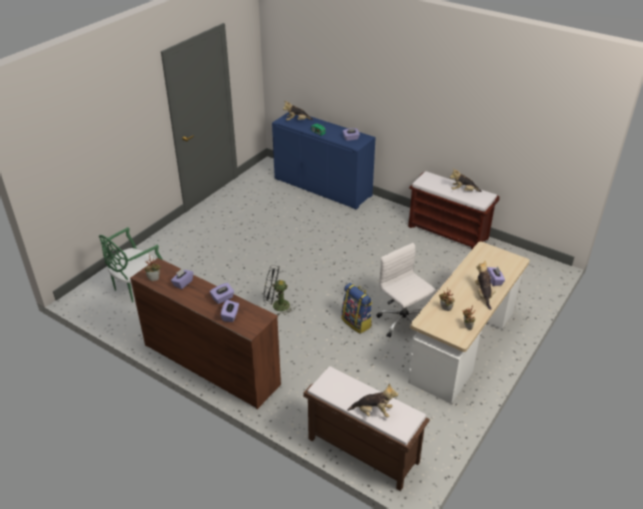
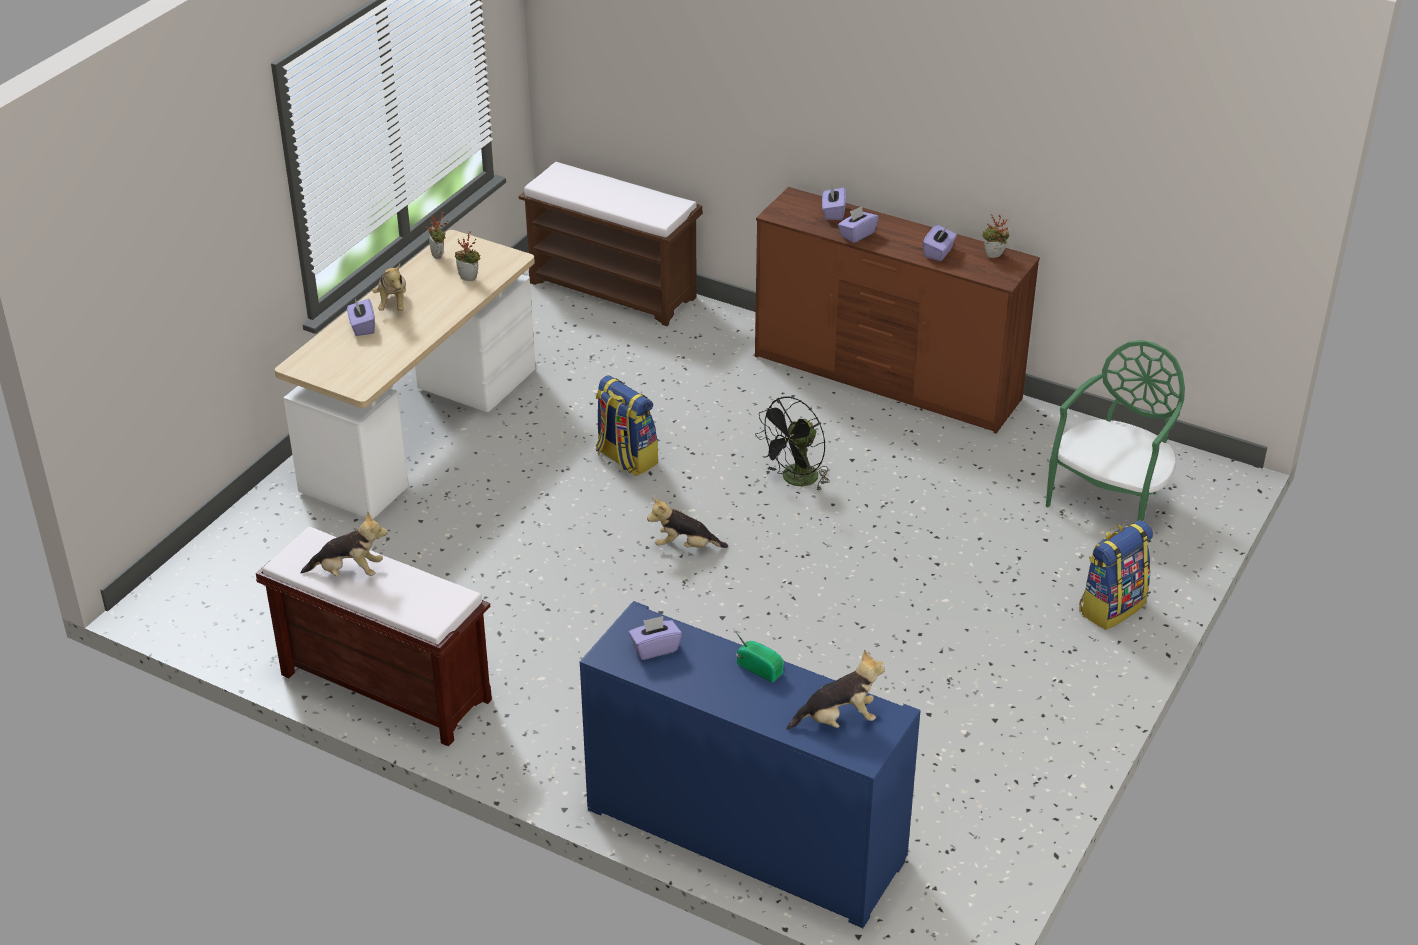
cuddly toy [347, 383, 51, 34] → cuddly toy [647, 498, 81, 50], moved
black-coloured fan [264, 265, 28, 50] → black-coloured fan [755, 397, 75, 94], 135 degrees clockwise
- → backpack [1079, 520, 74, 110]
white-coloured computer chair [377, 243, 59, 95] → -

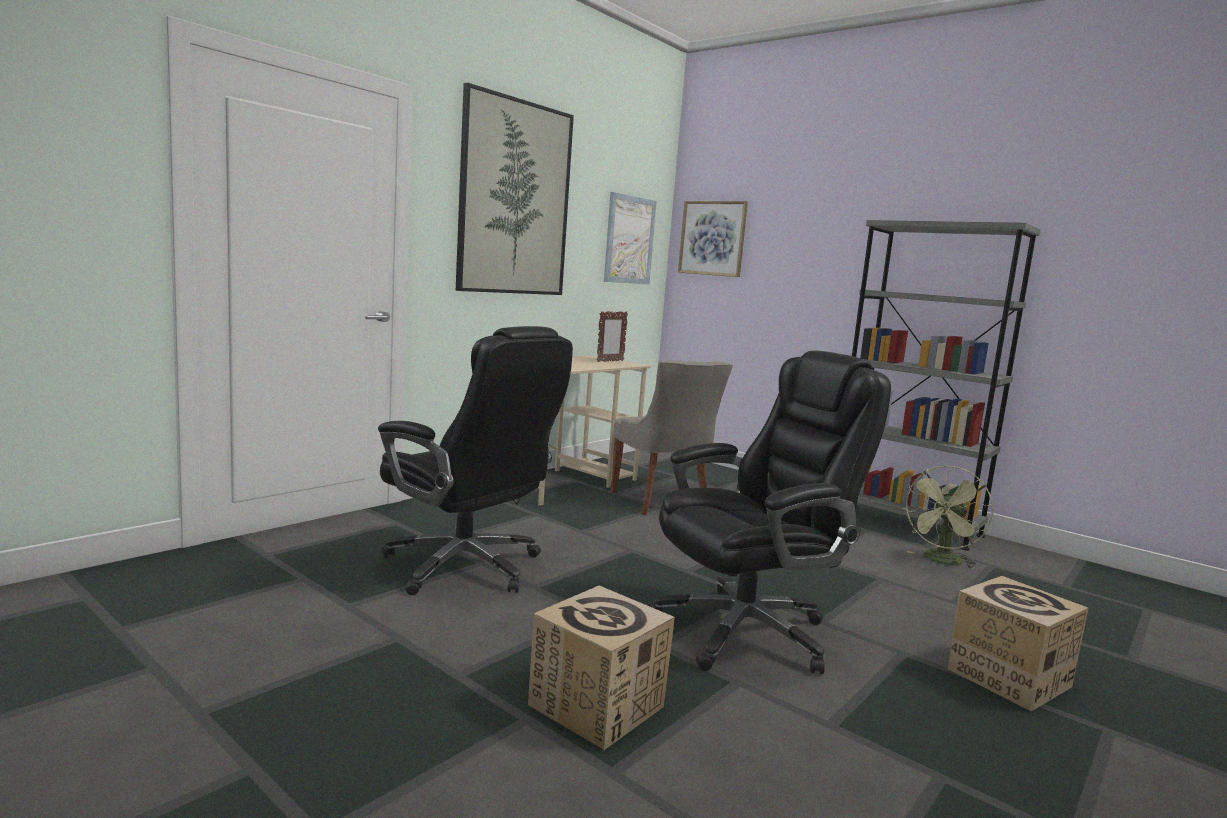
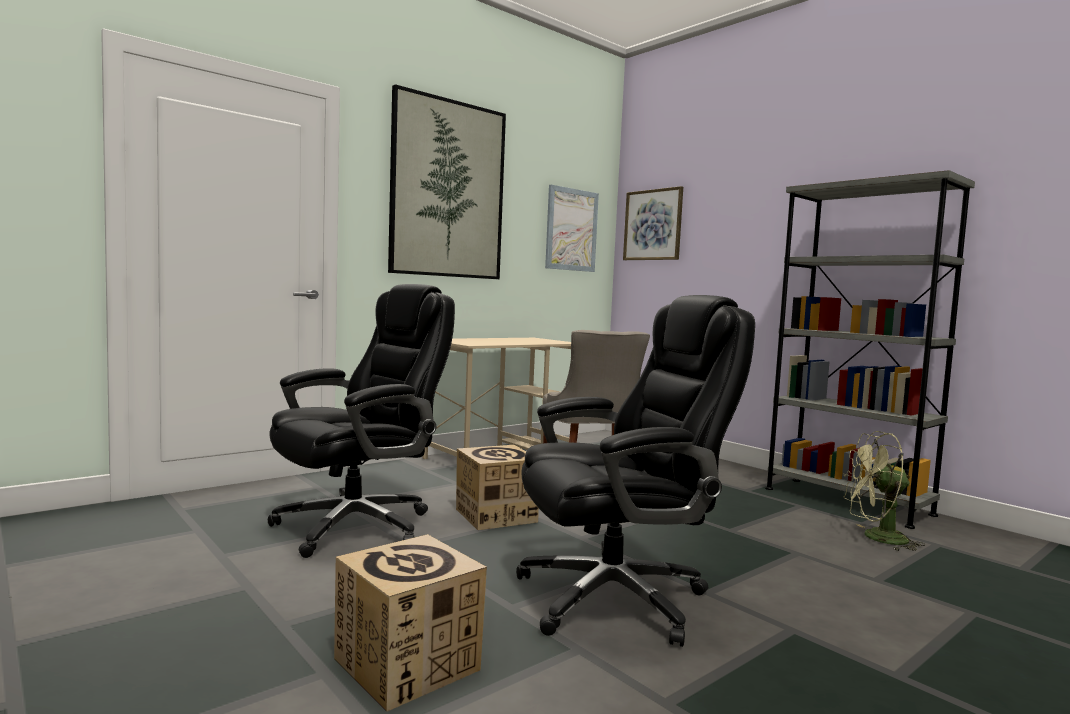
black-coloured computer chair [378, 326, 195, 269] → black-coloured computer chair [268, 284, 187, 274], 90 degrees counterclockwise
packing box [948, 576, 140, 135] → packing box [456, 445, 83, 85], moved
green fan [902, 466, 92, 103] → green fan [843, 431, 82, 120], 45 degrees clockwise
picture frame [597, 311, 31, 51] → -

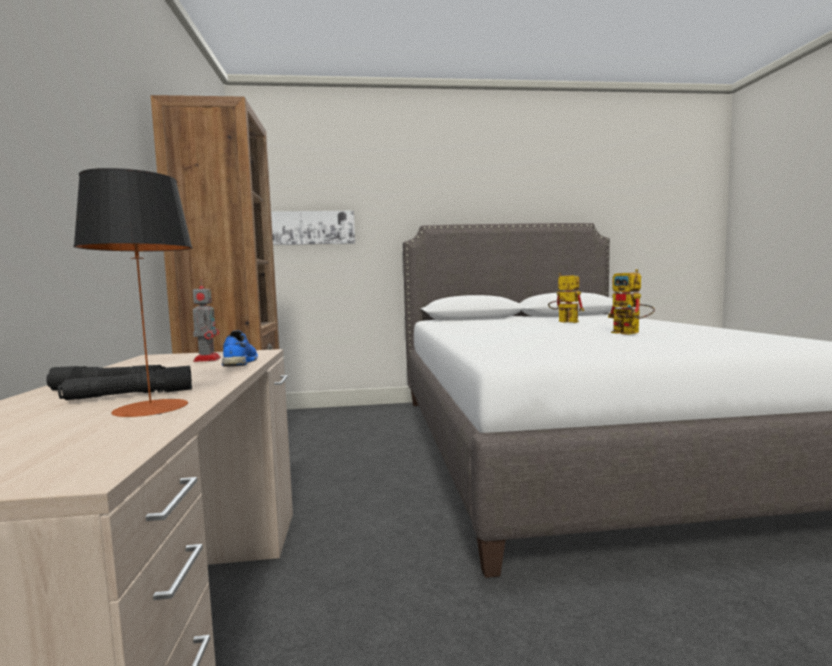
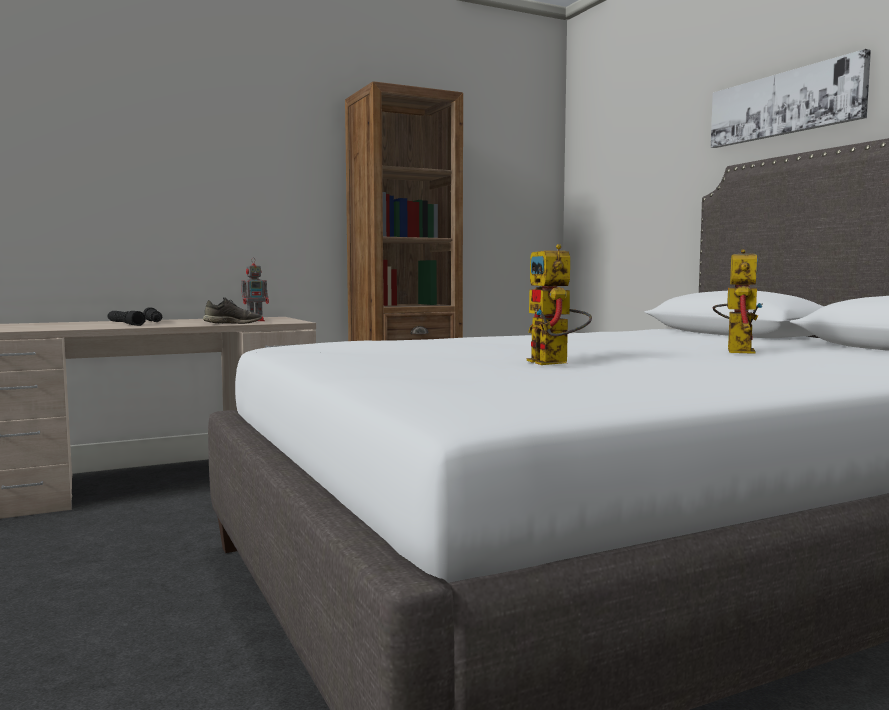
bluish shoe [222, 330, 36, 37] → greyish shoe [203, 297, 59, 27]
model robot [608, 269, 47, 66] → model robot [527, 244, 65, 121], 60 degrees counterclockwise
picture [271, 211, 84, 34] → picture [711, 49, 160, 99], moved
lamp for a table [73, 168, 120, 249] → -

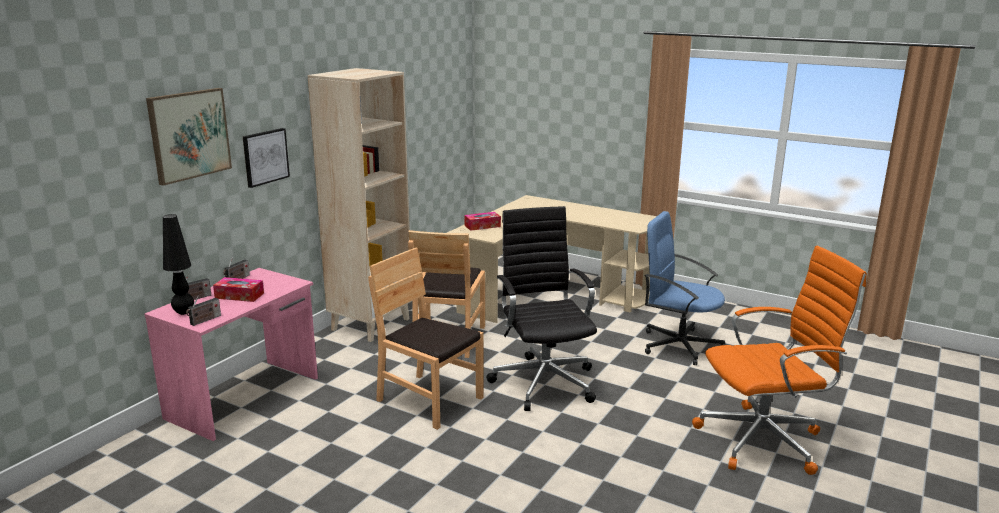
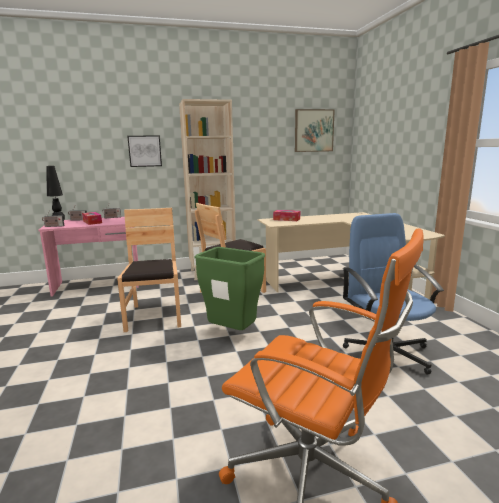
black-coloured computer chair [486, 206, 111, 205] → green rubbish bin [194, 247, 71, 83]
picture [146, 88, 86, 98] → picture [295, 109, 40, 43], moved

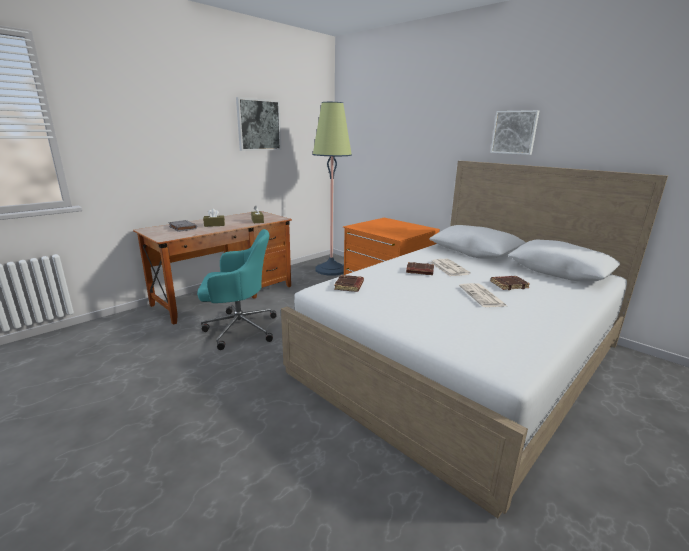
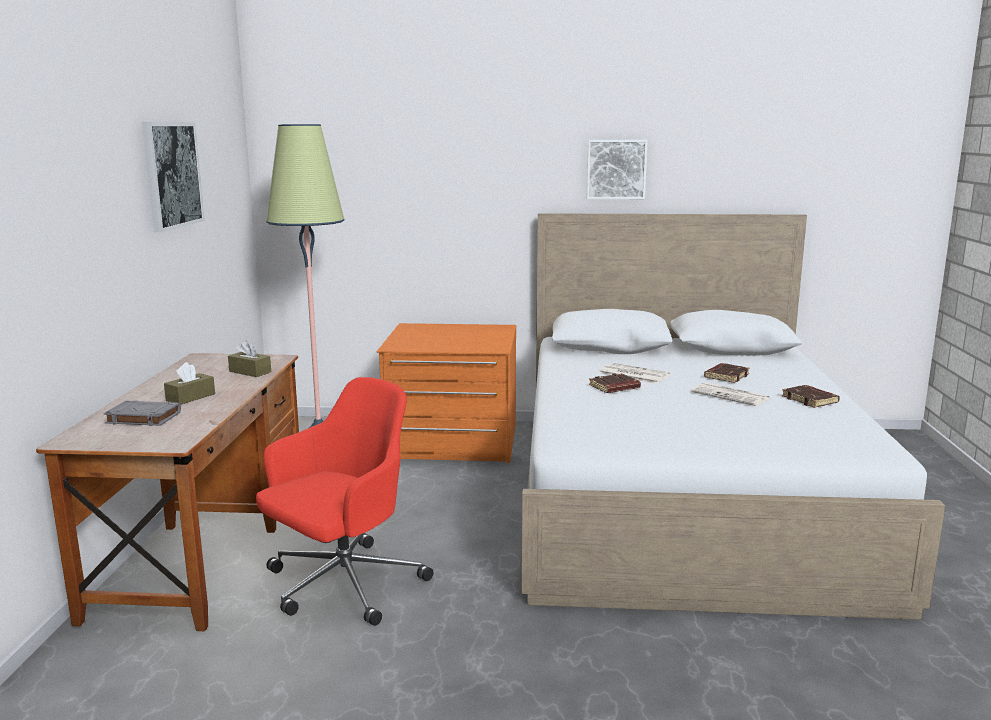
blue-green computer chair [197, 229, 80, 121] → red-coloured computer chair [256, 377, 178, 249]
brown-coloured bound book [334, 275, 30, 17] → brown-coloured bound book [782, 385, 58, 23], moved

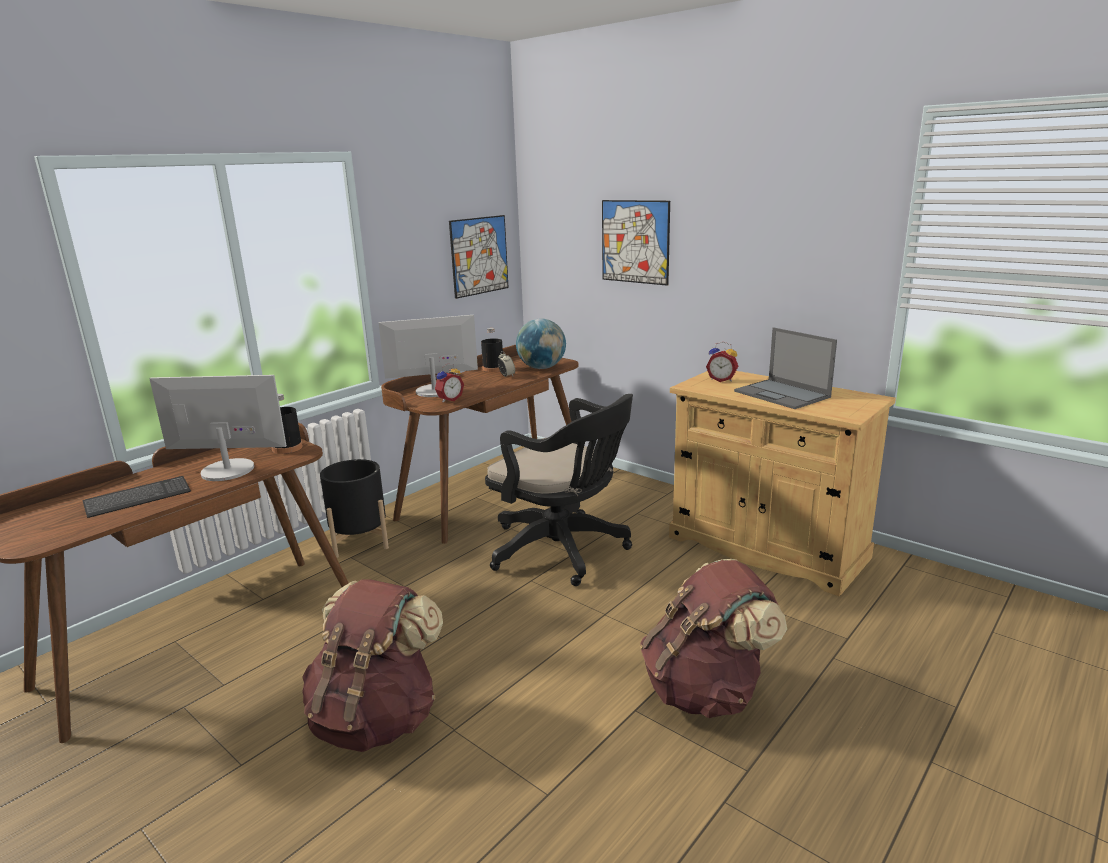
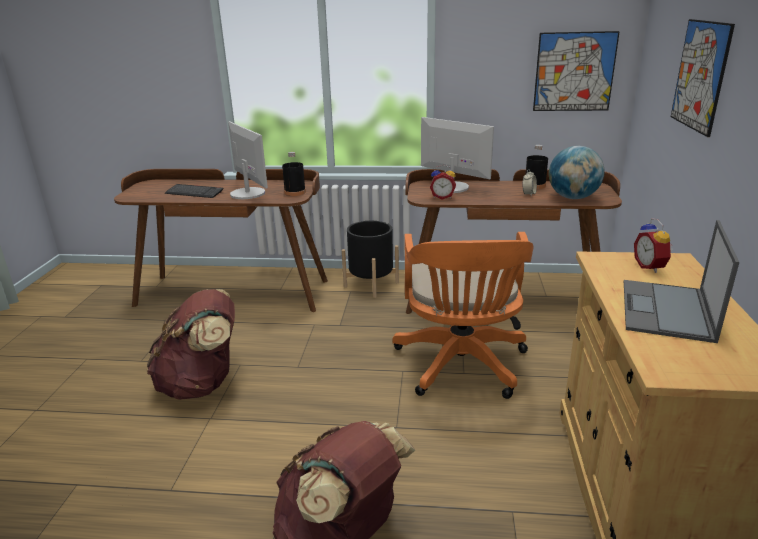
black-coloured computer chair [485, 394, 148, 192] → orange computer chair [392, 232, 141, 167]

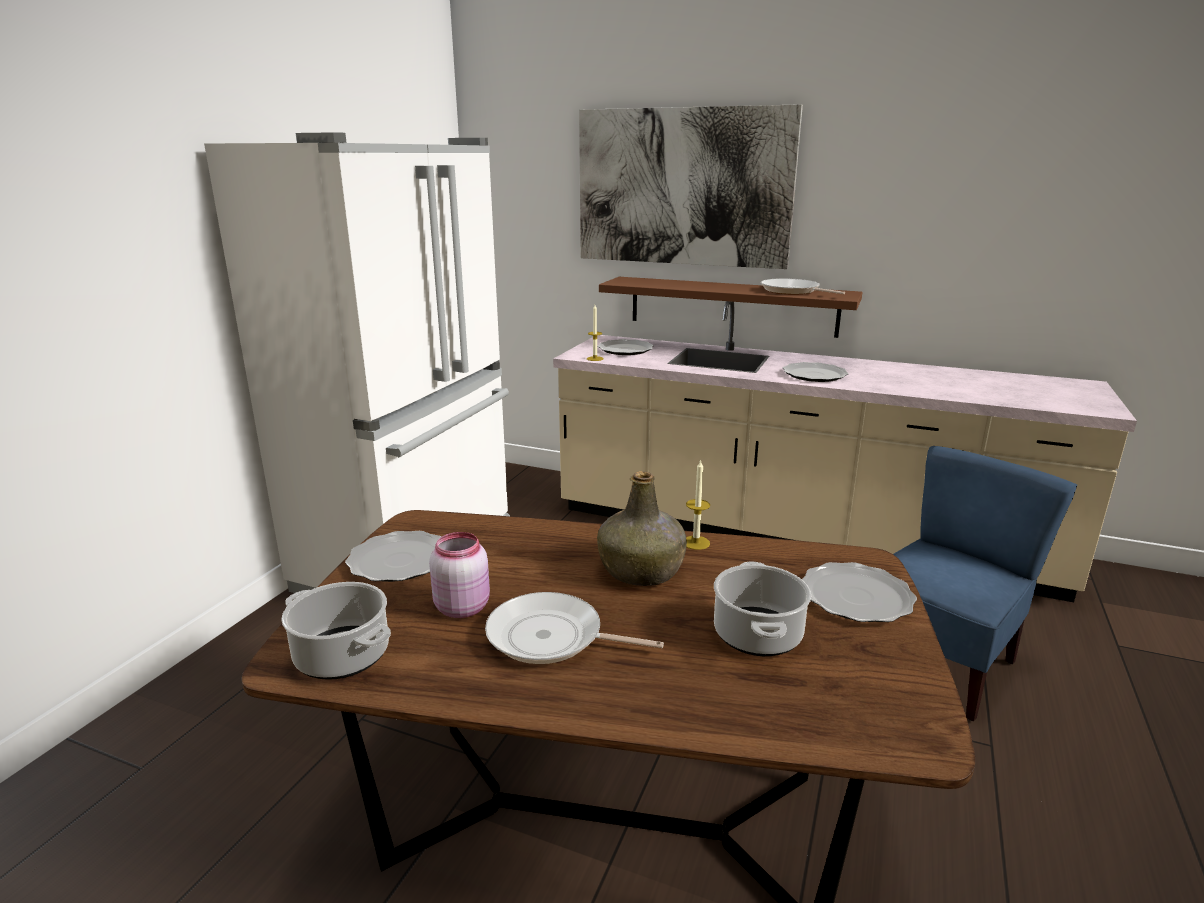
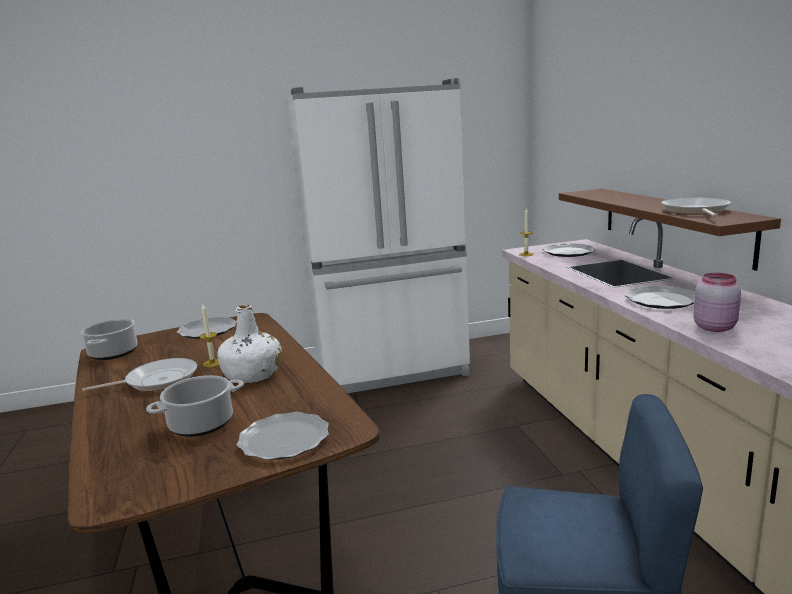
frying pan [485, 592, 179, 72] → frying pan [82, 358, 115, 33], 90 degrees clockwise
candle [686, 459, 24, 91] → candle [200, 304, 19, 63], moved
green beverage bottle [597, 471, 90, 115] → white-coloured beverage bottle [217, 305, 65, 78]
pink preserve jar [429, 532, 61, 86] → pink preserve jar [693, 273, 48, 59], moved
picture [579, 104, 224, 165] → -

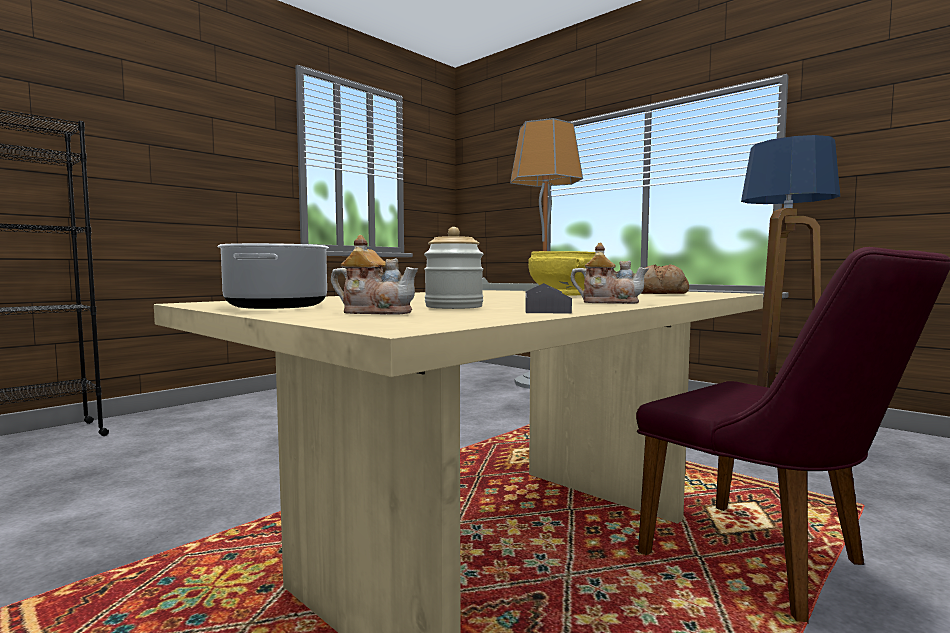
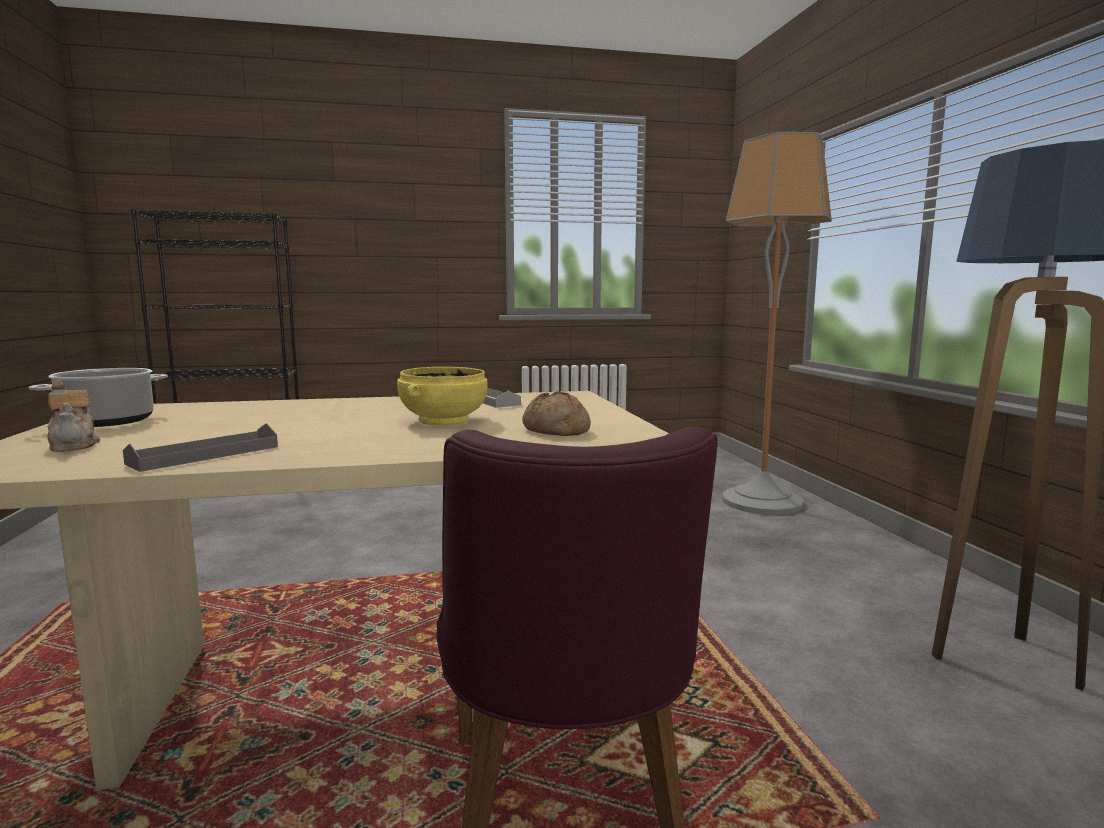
preserve jar [424, 227, 59, 82] → -
tea pot [571, 242, 78, 62] → -

